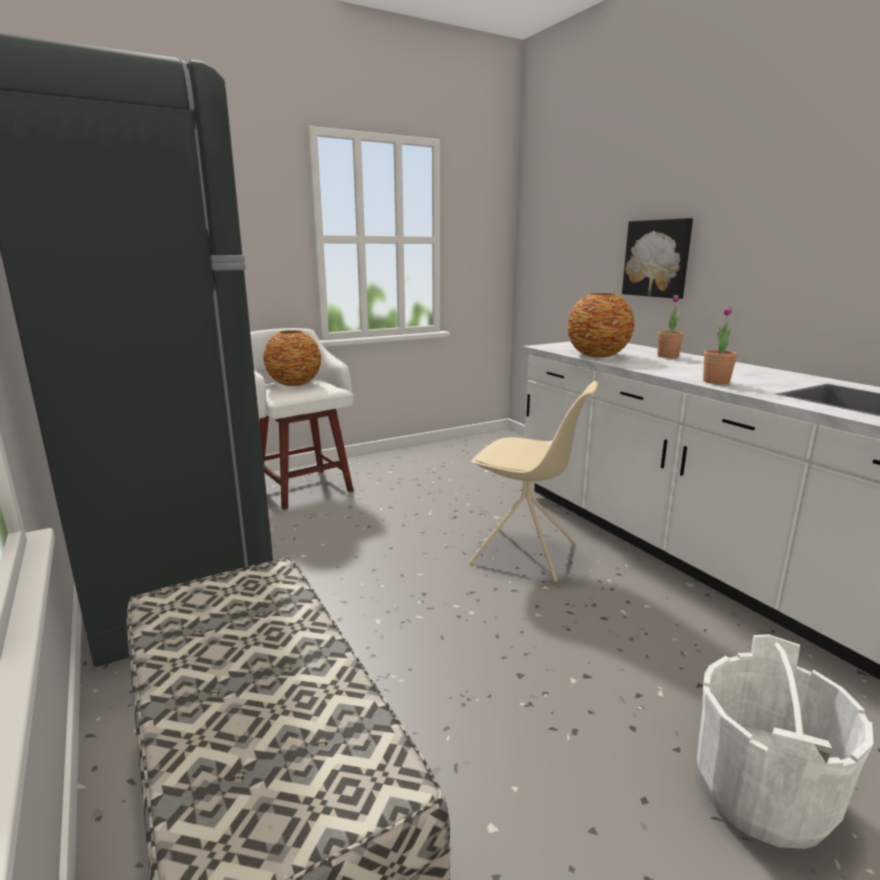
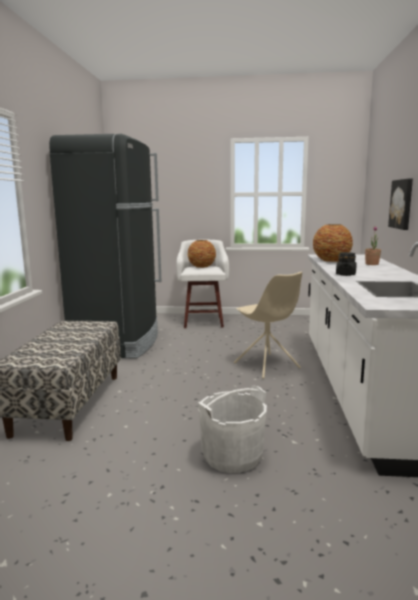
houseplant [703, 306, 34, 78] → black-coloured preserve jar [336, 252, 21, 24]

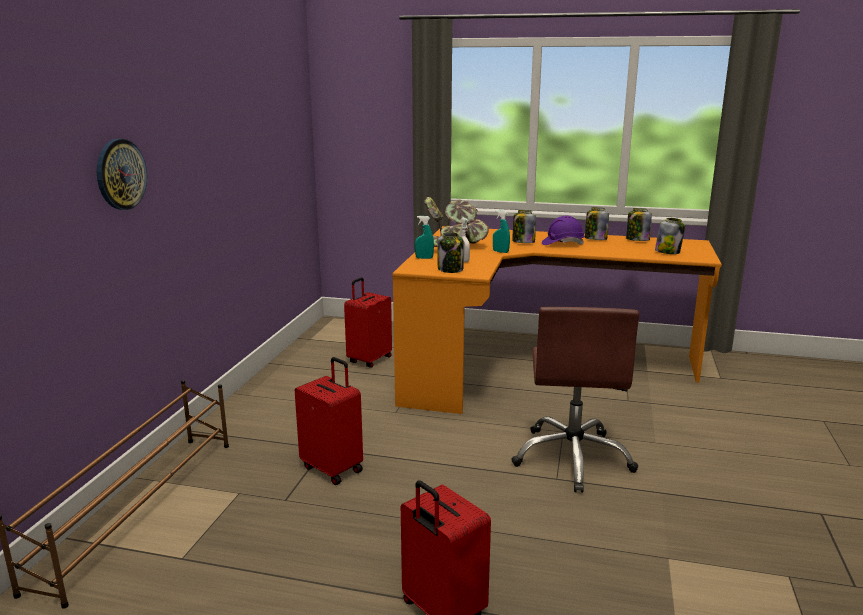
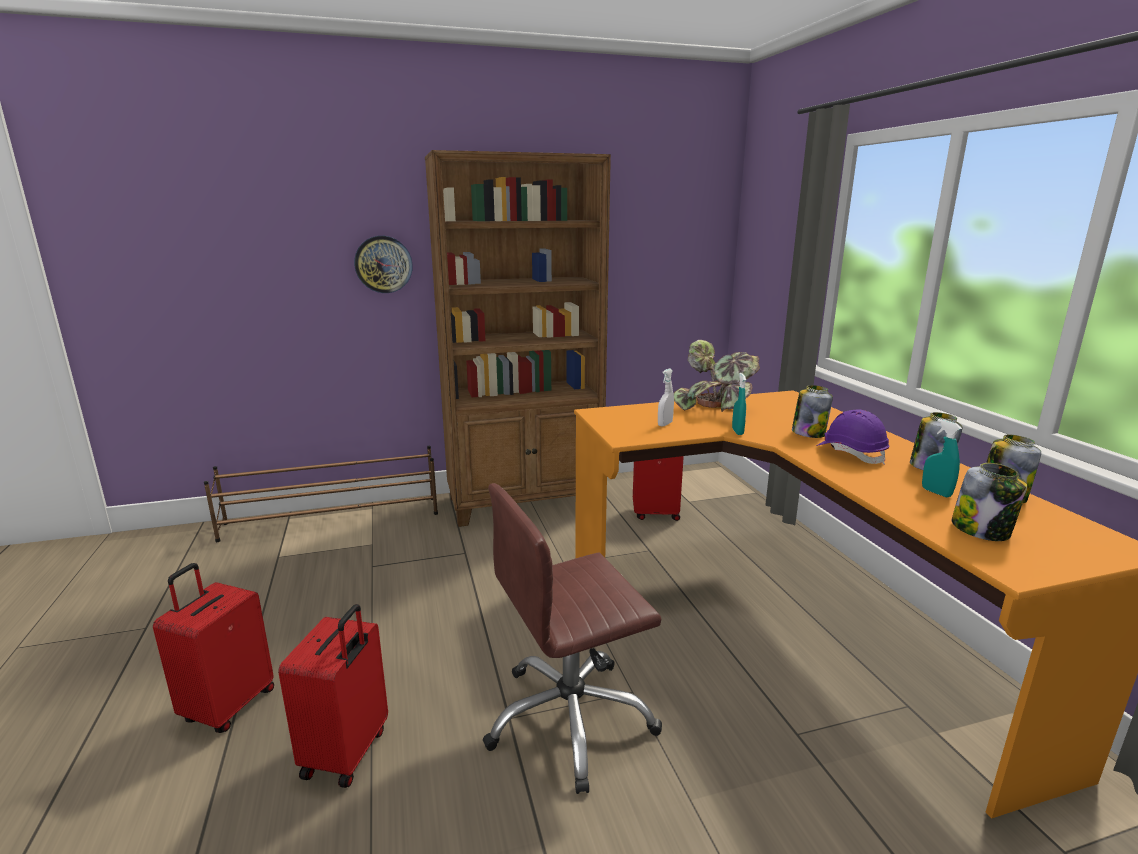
red-coloured suitcase [295, 357, 68, 128] → red-coloured suitcase [278, 604, 110, 184], moved
- → brown-coloured bookcase [425, 150, 186, 377]
blue-green hand sprayer [415, 216, 19, 43] → blue-green hand sprayer [922, 419, 40, 79], moved
preserve jar [438, 232, 26, 41] → -

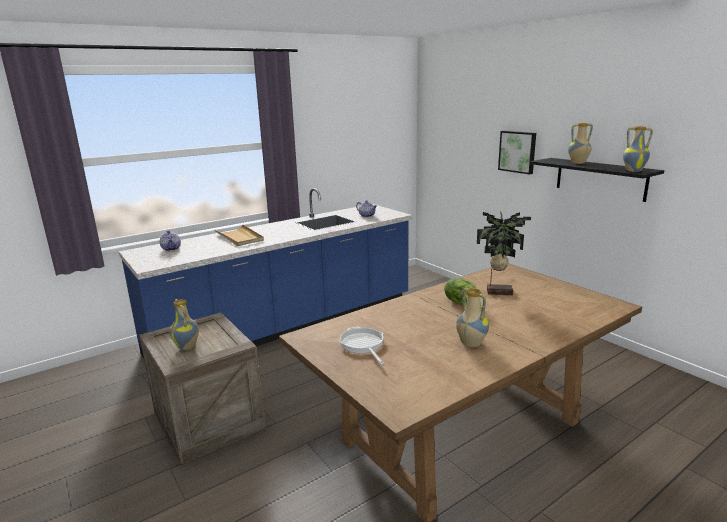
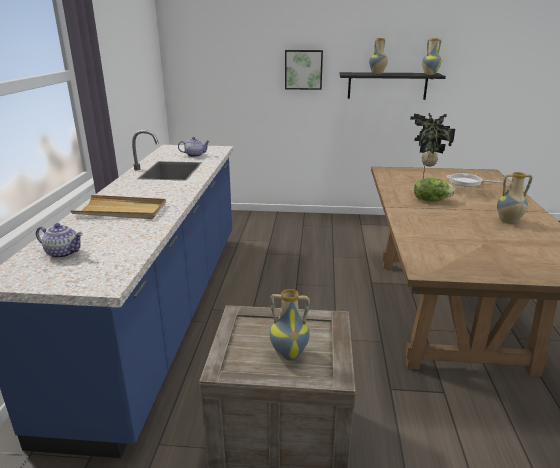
frying pan [339, 327, 45, 39] → frying pan [447, 173, 56, 14], moved

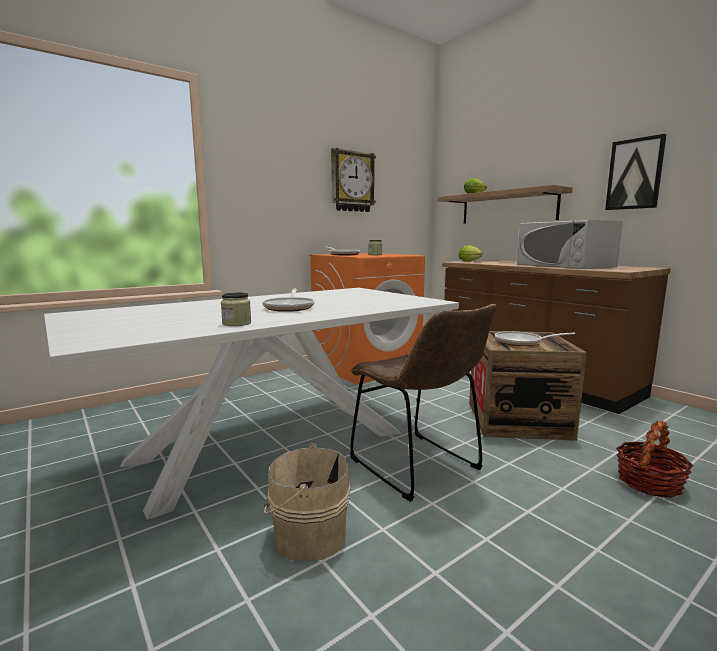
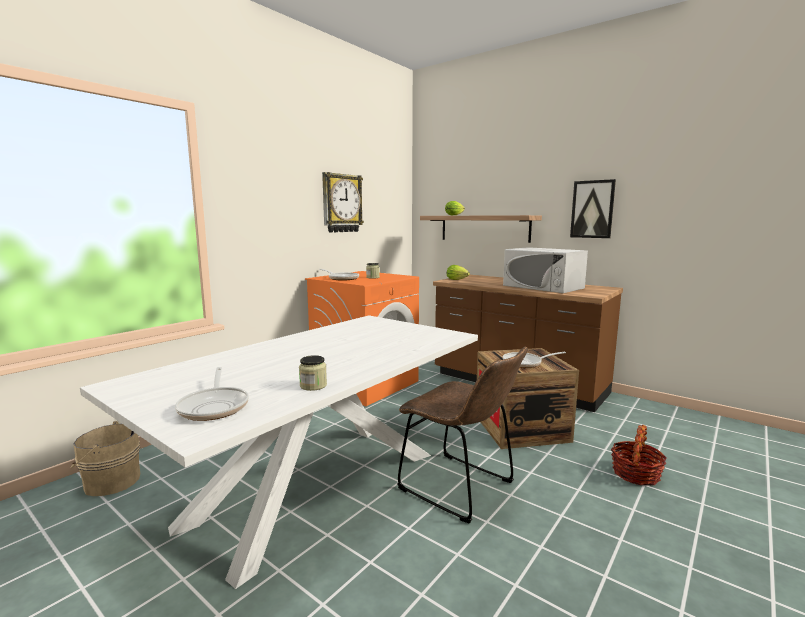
sand-coloured pail [264, 443, 87, 119] → sand-coloured pail [70, 421, 70, 75], moved
frying pan [262, 288, 53, 24] → frying pan [175, 367, 74, 54], moved

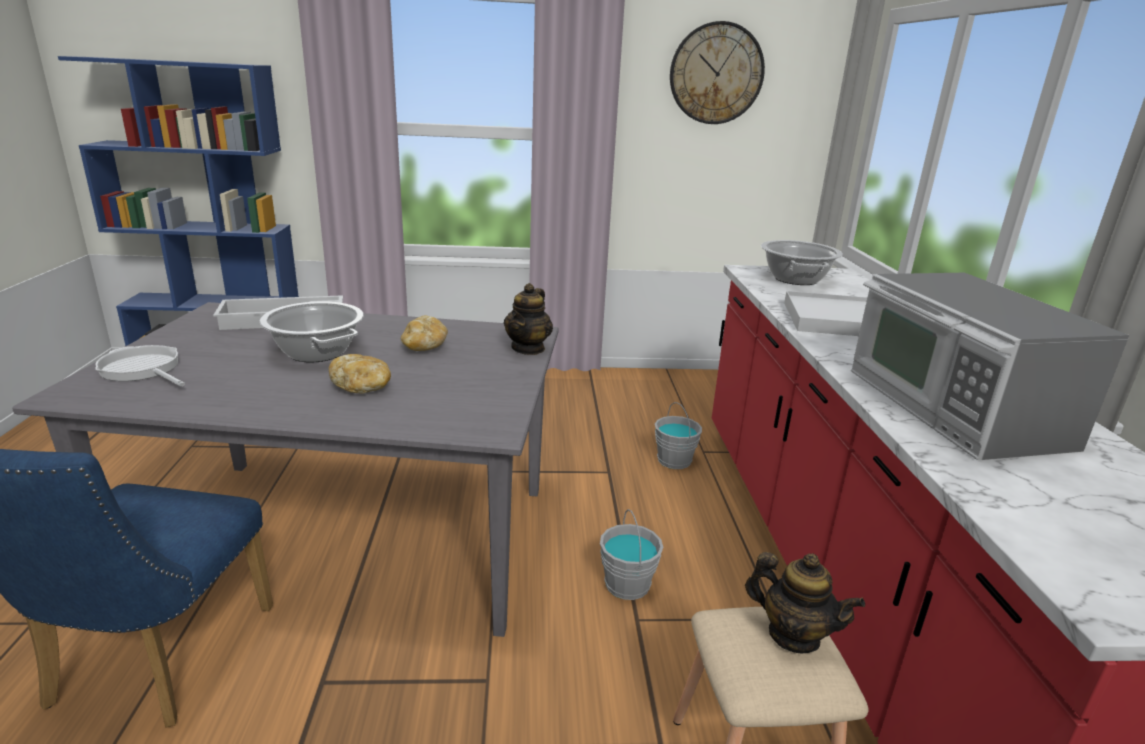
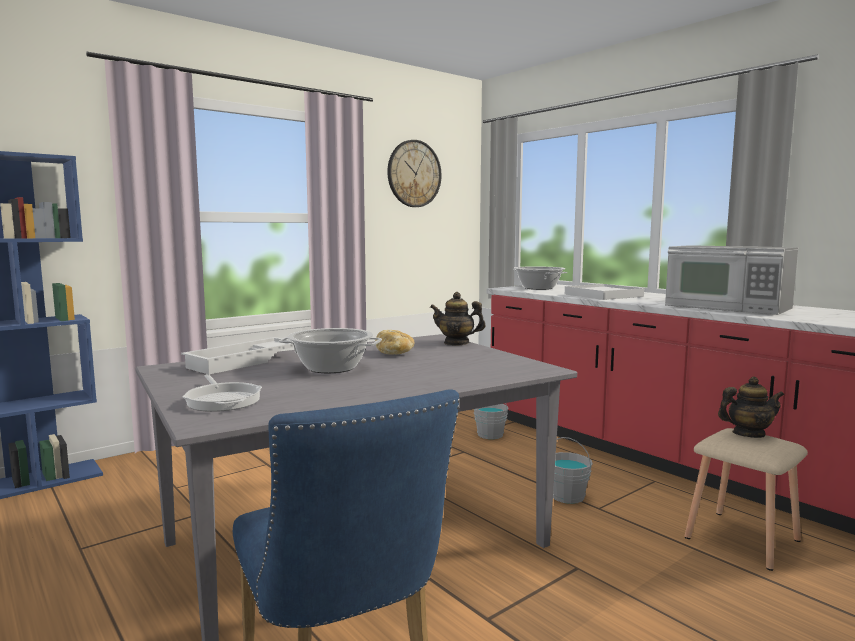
frying pan [95, 345, 90, 41] → frying pan [183, 374, 79, 38], 120 degrees counterclockwise
tea pot [504, 283, 49, 72] → tea pot [430, 292, 56, 53], 120 degrees clockwise
bakery bread [328, 354, 63, 40] → -

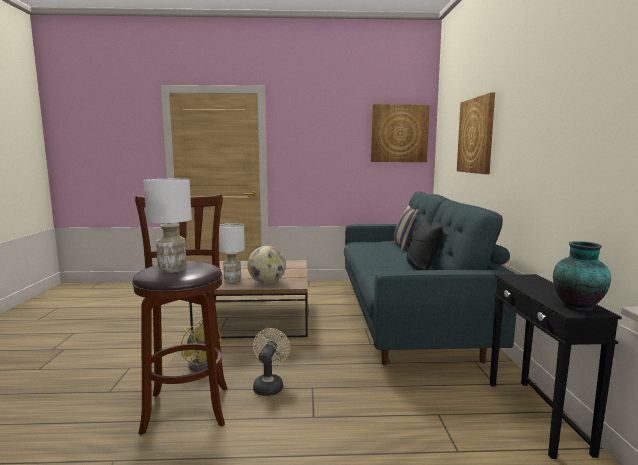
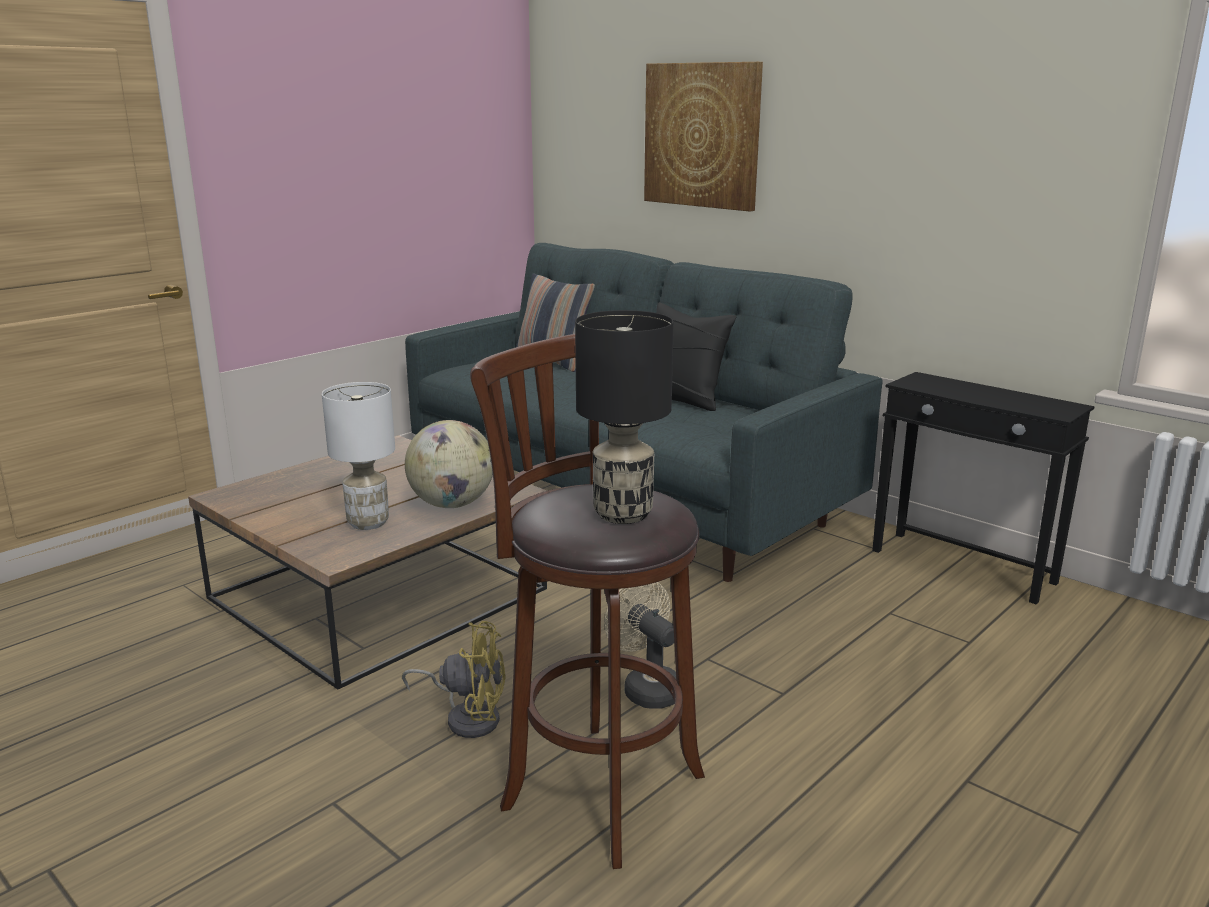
white-coloured lamp for a table [143, 179, 49, 94] → black-coloured lamp for a table [575, 310, 99, 214]
picture [371, 104, 59, 58] → -
vase [553, 241, 58, 70] → -

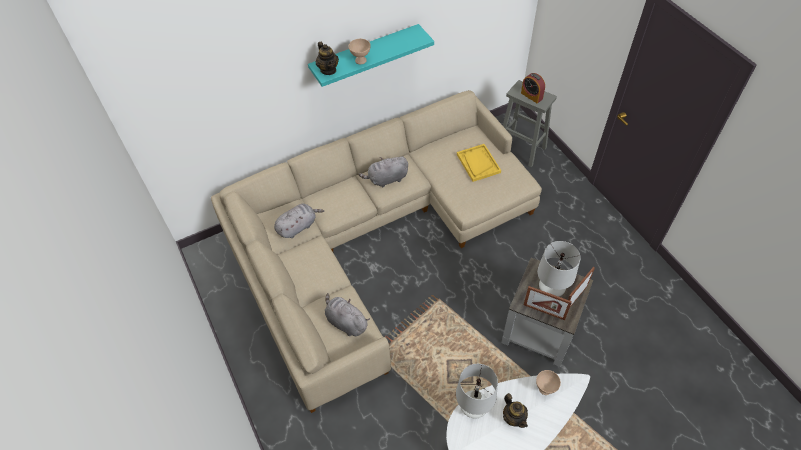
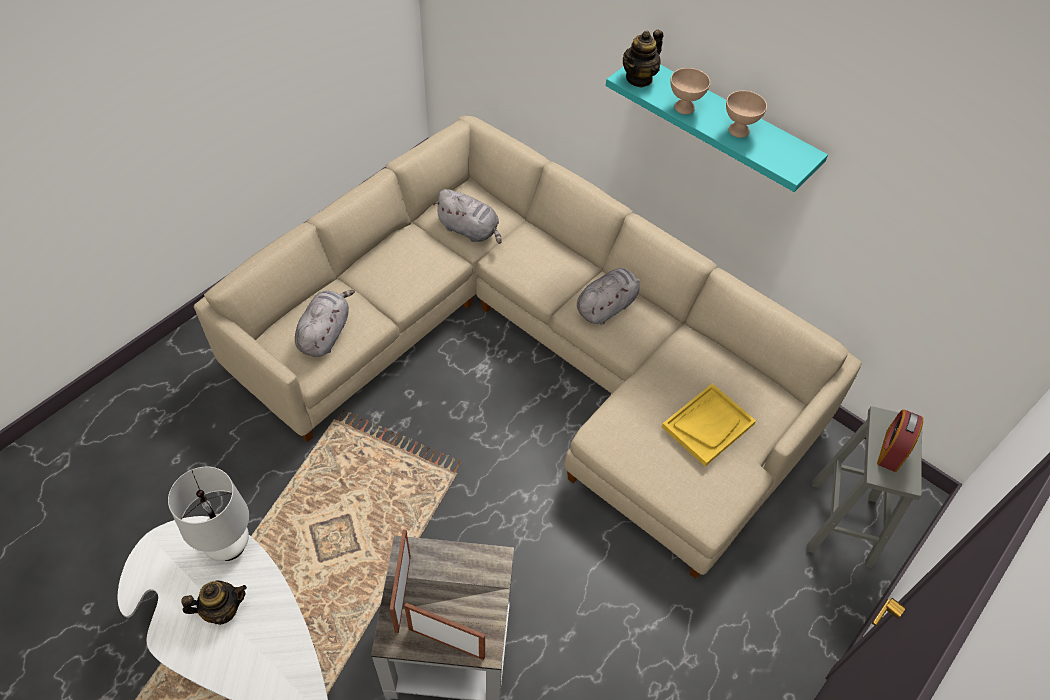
tea pot [503, 393, 25, 35] → tea pot [181, 580, 66, 45], 150 degrees counterclockwise
greyish cuddly toy [359, 156, 49, 32] → greyish cuddly toy [577, 268, 63, 56], 90 degrees clockwise
sand-coloured deep dish [536, 370, 25, 25] → sand-coloured deep dish [726, 91, 41, 47], moved
white-coloured lamp for a table [537, 241, 44, 56] → -

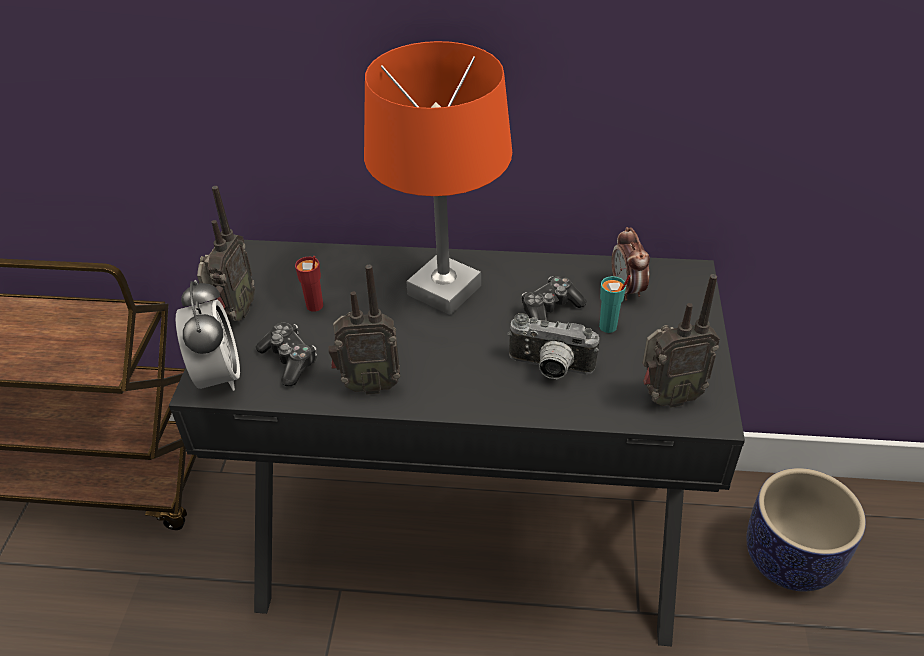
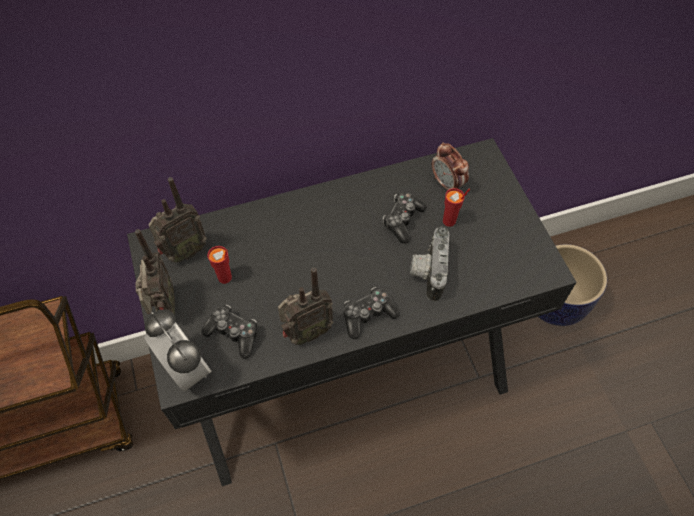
radio receiver [643, 274, 77, 134] → radio receiver [148, 177, 59, 85], moved
- → game controller [344, 287, 56, 52]
still camera [507, 313, 92, 66] → still camera [410, 226, 39, 75], 105 degrees clockwise
blue-green cup [599, 275, 32, 58] → red-coloured cup [443, 188, 27, 39]
orange lamp for a table [364, 41, 148, 274] → -

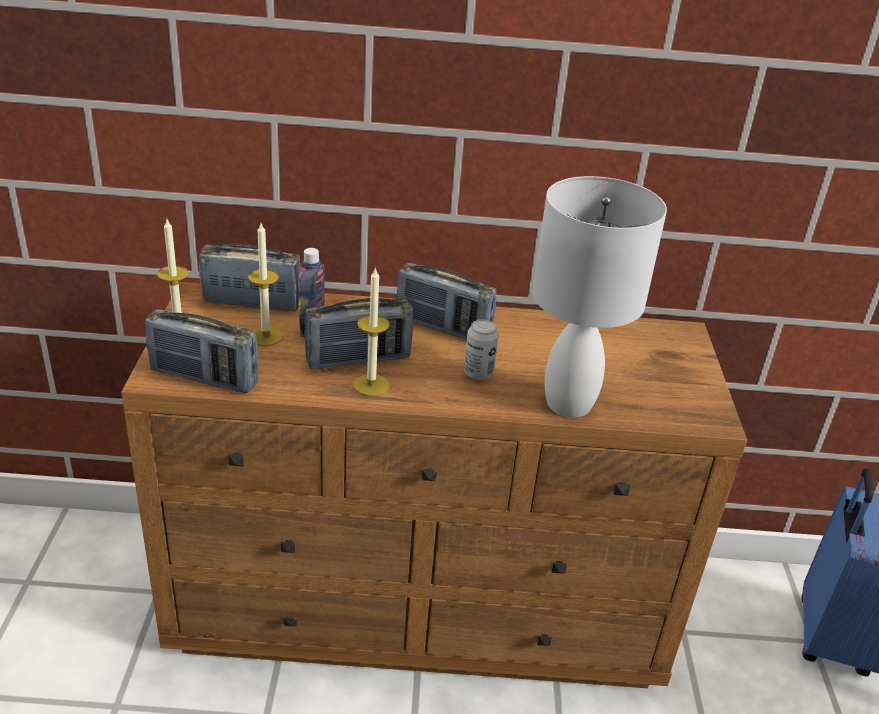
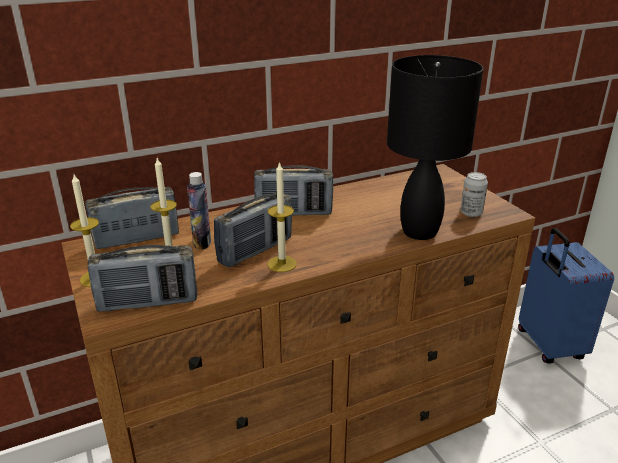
white-coloured lamp for a table [533, 176, 134, 242] → black-coloured lamp for a table [387, 55, 97, 185]
sealed can [464, 319, 35, 61] → sealed can [461, 172, 27, 45], moved

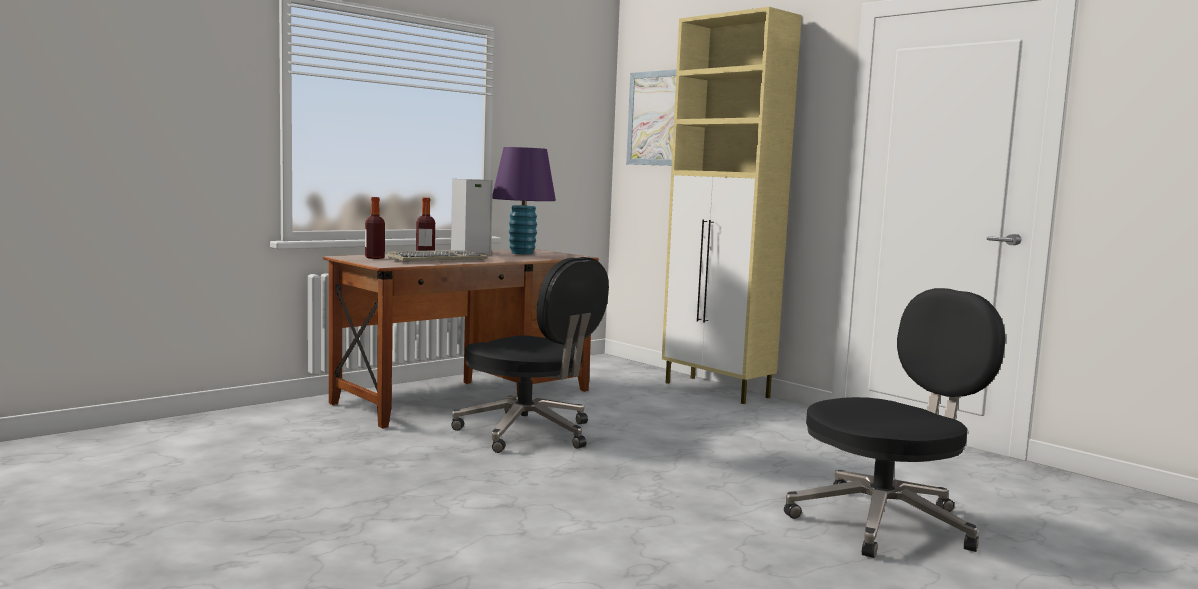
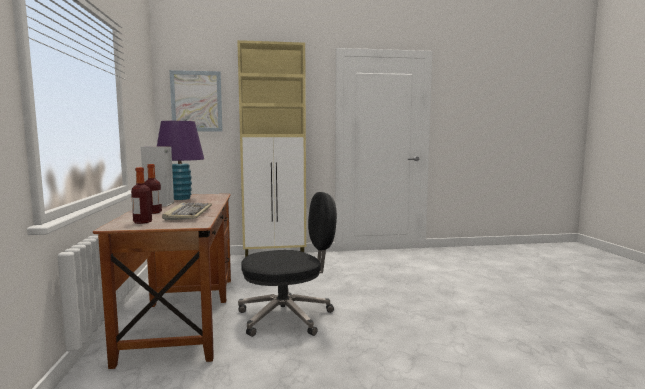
black-coloured computer chair [784, 288, 222, 270] → -

